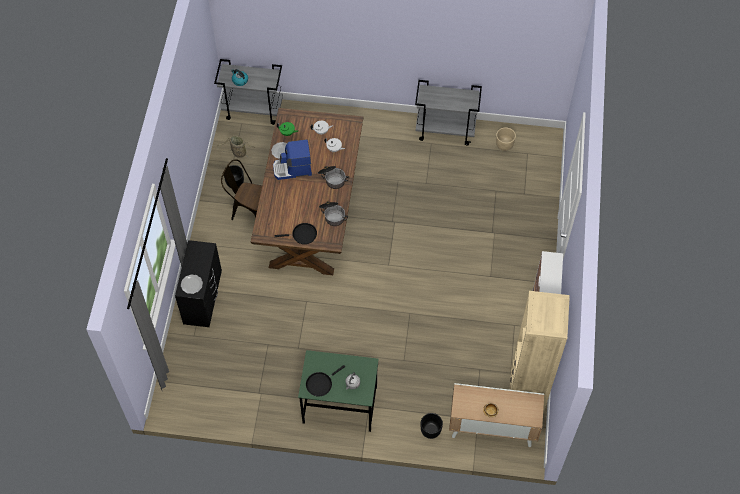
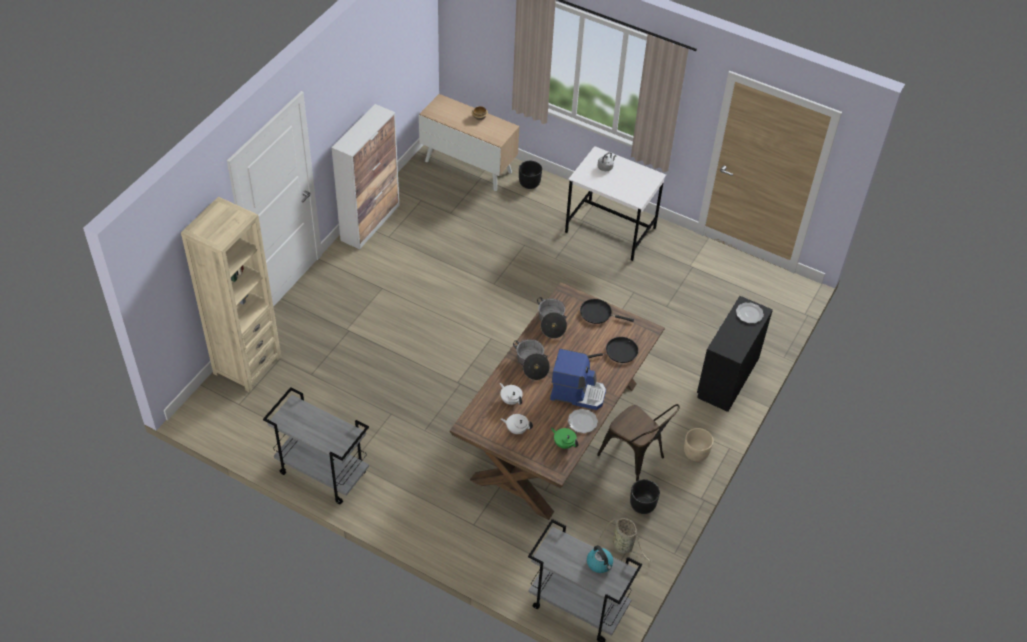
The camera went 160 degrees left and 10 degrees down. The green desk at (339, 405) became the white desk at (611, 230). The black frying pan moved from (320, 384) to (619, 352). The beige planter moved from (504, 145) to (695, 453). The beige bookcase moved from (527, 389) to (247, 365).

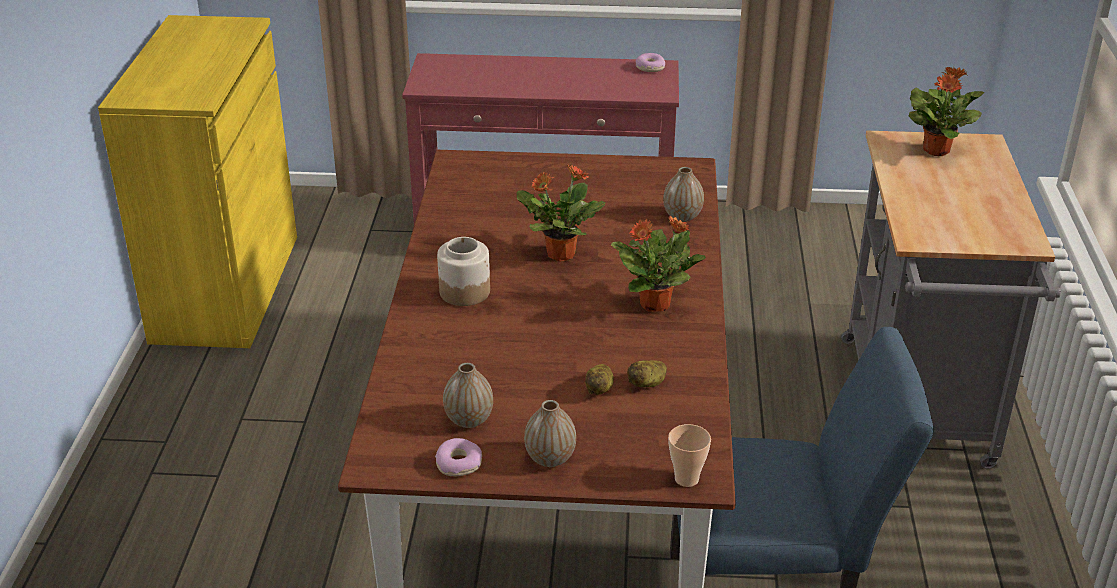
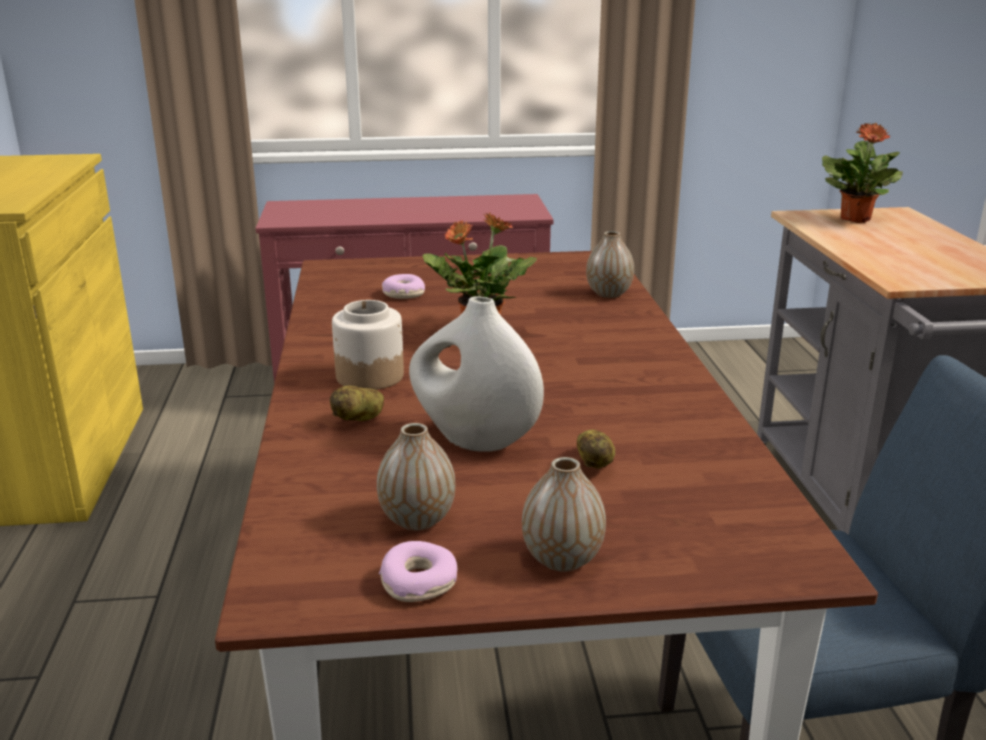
The camera went 10 degrees left and 10 degrees down. The potted plant at (656, 304) disappeared. The potato moved from (647, 384) to (360, 419). The donut moved from (649, 67) to (403, 294). The cup at (686, 479) disappeared. The white vase at (474, 440) appeared.

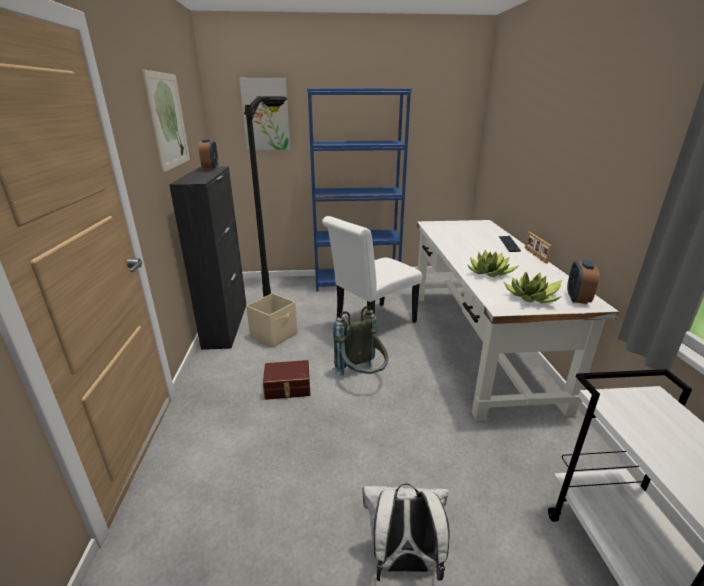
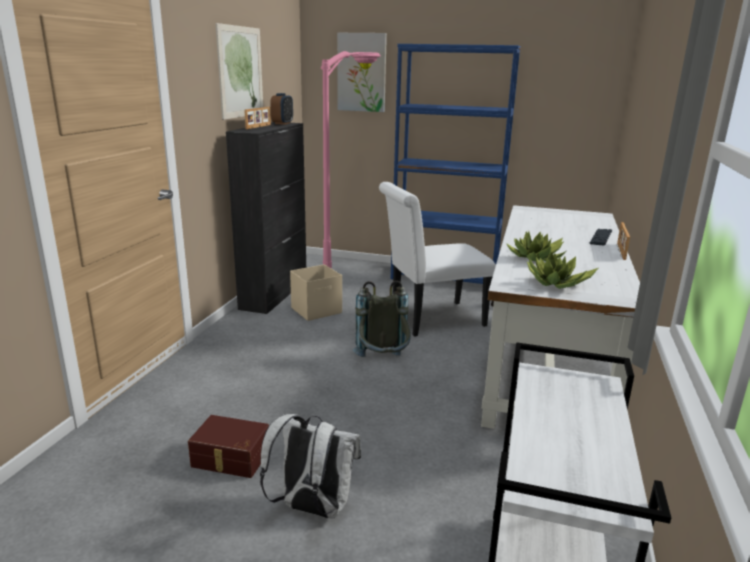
The camera went 20 degrees right and 5 degrees down. The black floor lamp at (282, 291) became the pink floor lamp at (353, 273). The brown storage box moved from (288, 388) to (230, 458). The alarm clock at (577, 298) disappeared. The picture frame at (259, 127) appeared.

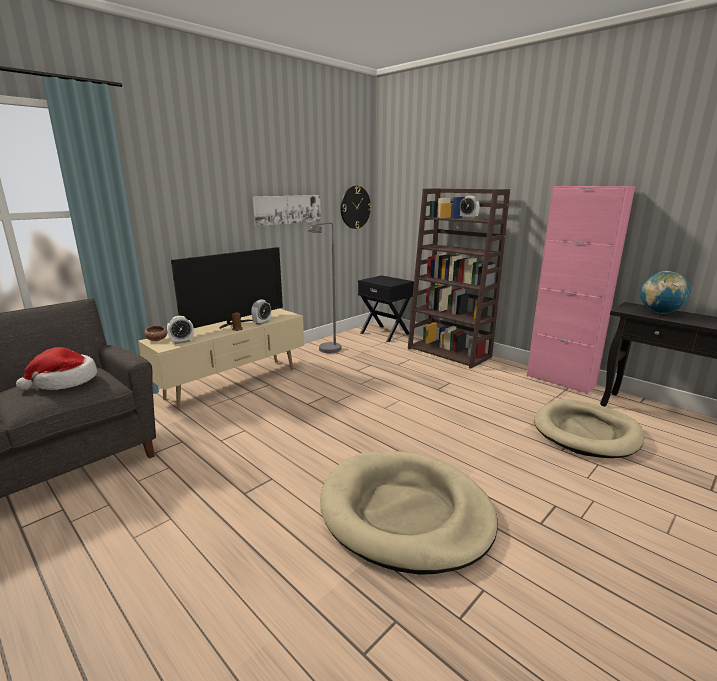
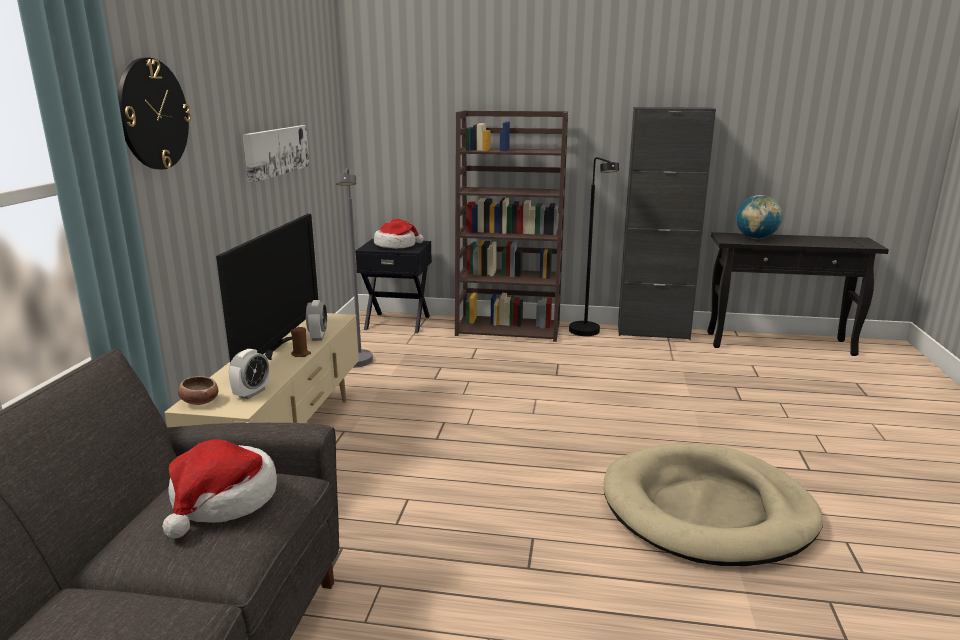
The camera went 35 degrees left and 0 degrees up. The wall clock moved from (355, 207) to (153, 114). The alarm clock at (468, 218) disappeared. The pink cabinet at (560, 380) became the black cabinet at (653, 332). The beige dog bed at (586, 432) disappeared. The hat at (396, 245) appeared. The black floor lamp at (588, 334) appeared.

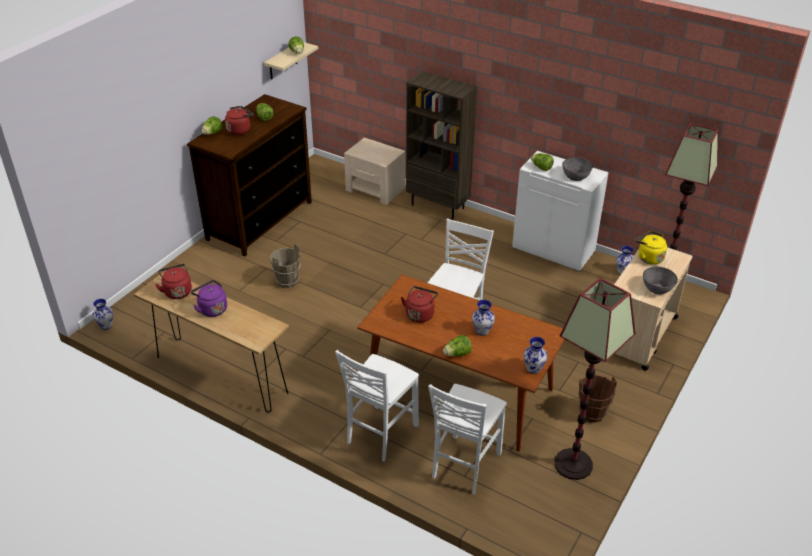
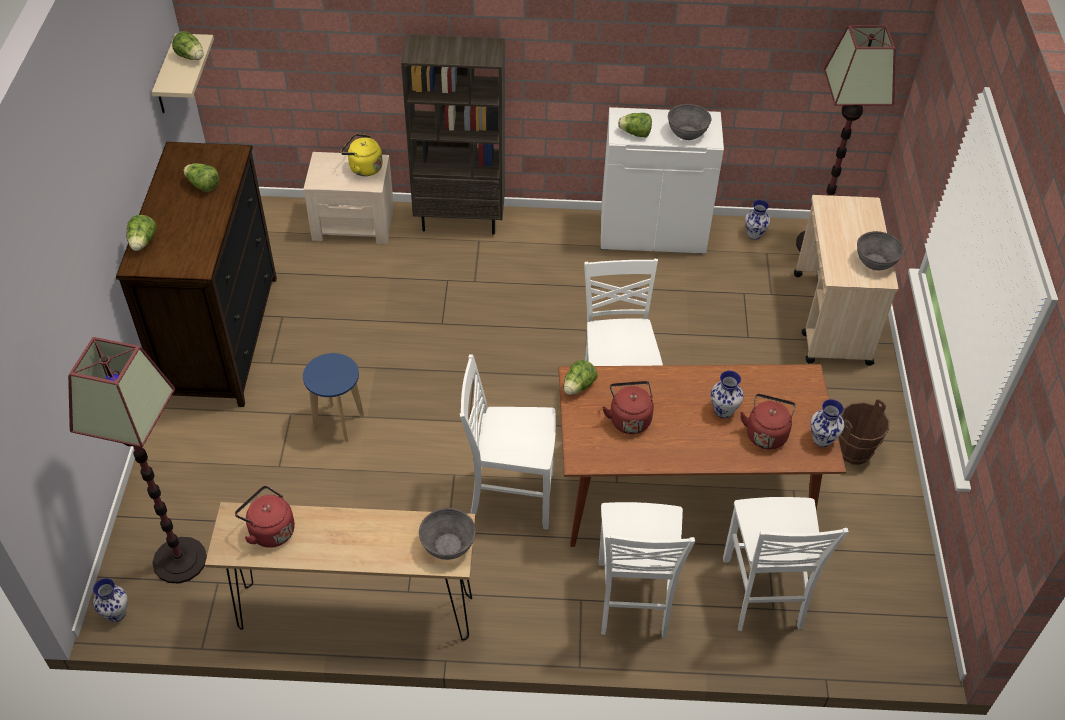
The camera went 30 degrees left and 10 degrees up. The purple kettle at (211, 309) disappeared. The red kettle moved from (240, 130) to (766, 433). The brown bucket at (287, 281) was replaced by the blue stool at (338, 422). The lettuce moved from (457, 354) to (578, 387). The floor lamp moved from (573, 464) to (180, 561). The yellow kettle moved from (648, 257) to (363, 168). The grey bowl at (448, 545) appeared. The white chair at (509, 496) appeared.

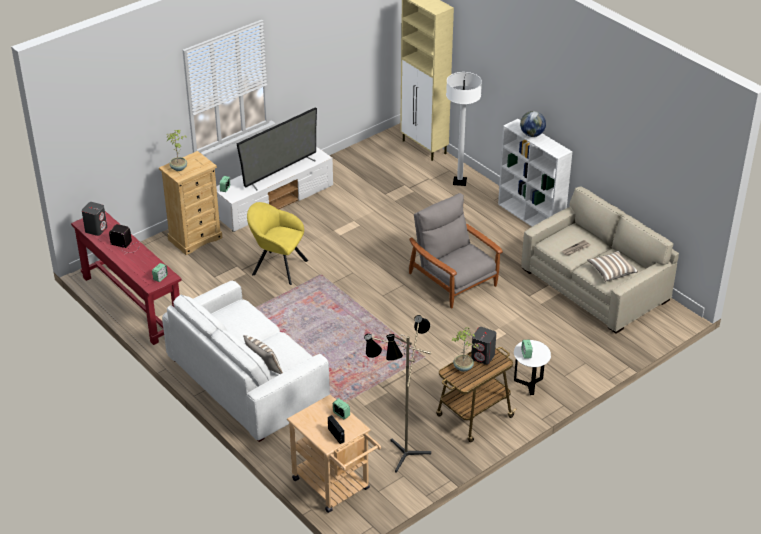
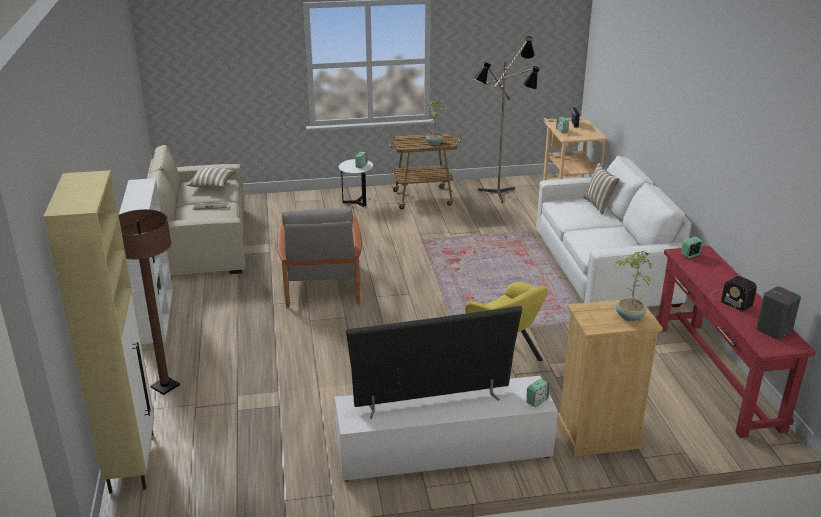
The camera went 150 degrees left and 10 degrees down. The white floor lamp at (459, 182) became the brown floor lamp at (165, 386). The grey speaker at (483, 357) disappeared. The globe at (532, 134) disappeared.

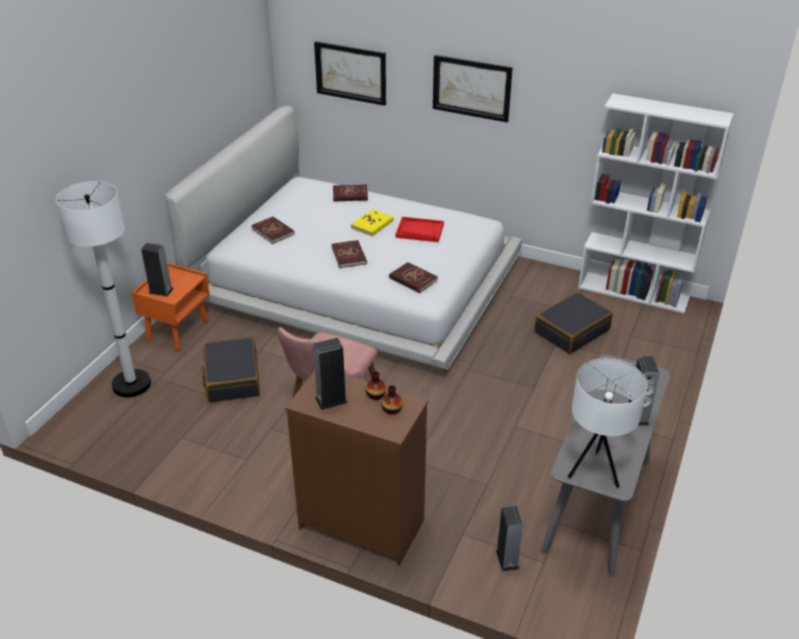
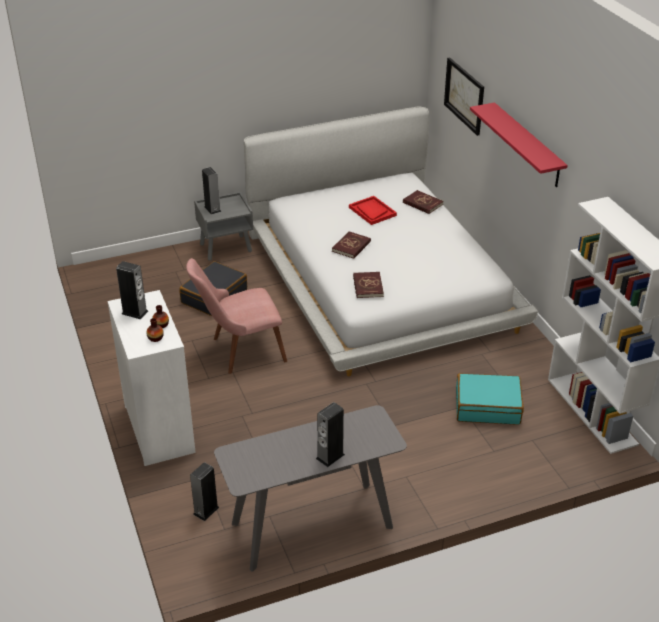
The camera went 45 degrees right and 0 degrees up. The white floor lamp at (131, 384) disappeared. The orange nightstand at (178, 330) became the grey nightstand at (226, 247). The red book at (273, 231) disappeared. The brown dresser at (362, 523) became the white dresser at (160, 429). The yellow book at (372, 224) disappeared. The red tray moved from (419, 231) to (372, 211). The picture at (471, 88) was replaced by the red shelf at (527, 145). The black suitcase at (571, 331) became the turquoise suitcase at (487, 406). The white table lamp at (595, 470) disappeared.

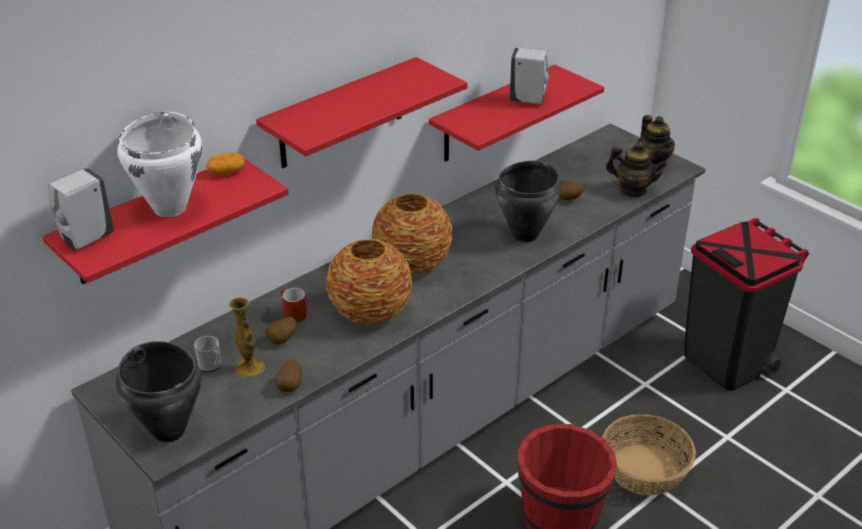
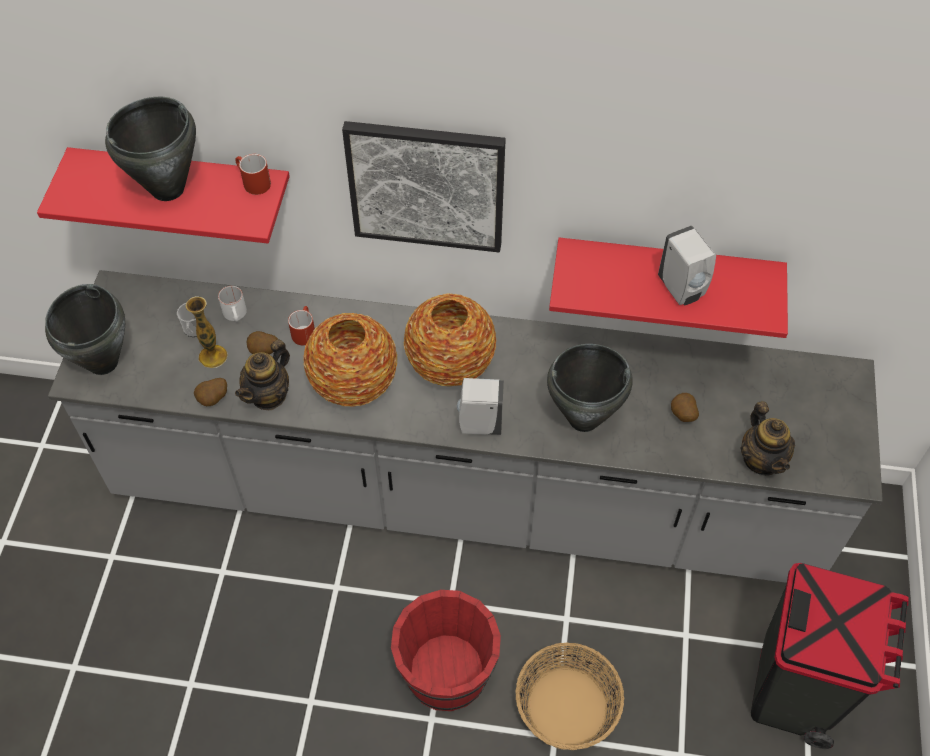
The camera went 50 degrees right and 20 degrees up. The white soap dispenser moved from (85, 239) to (479, 424). The white cooking pot at (171, 208) became the black cooking pot at (168, 189). The potato at (226, 172) was replaced by the red mug at (252, 183). The red shelf at (341, 114) was replaced by the picture at (426, 185). The teapot moved from (653, 163) to (269, 395). The white mug at (236, 315) appeared.

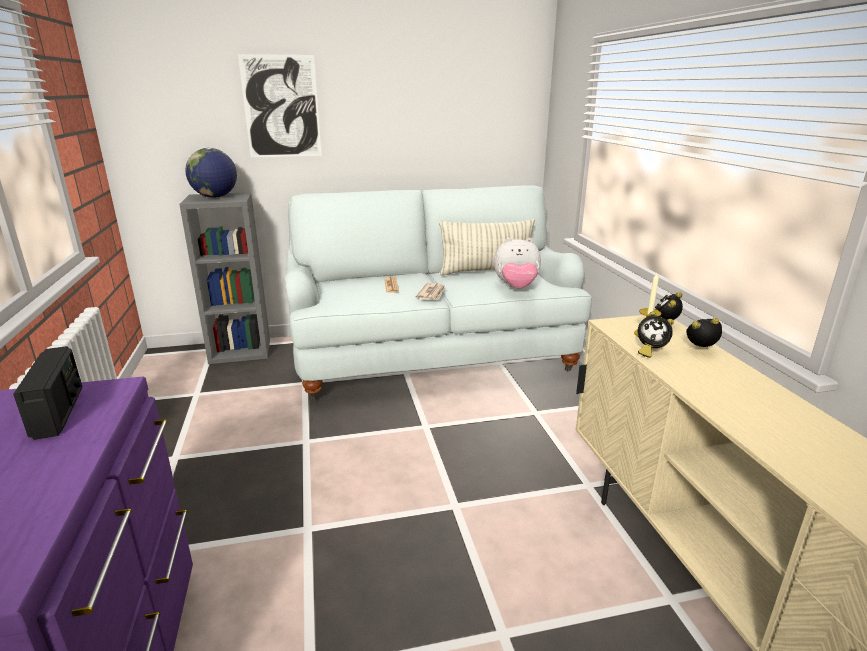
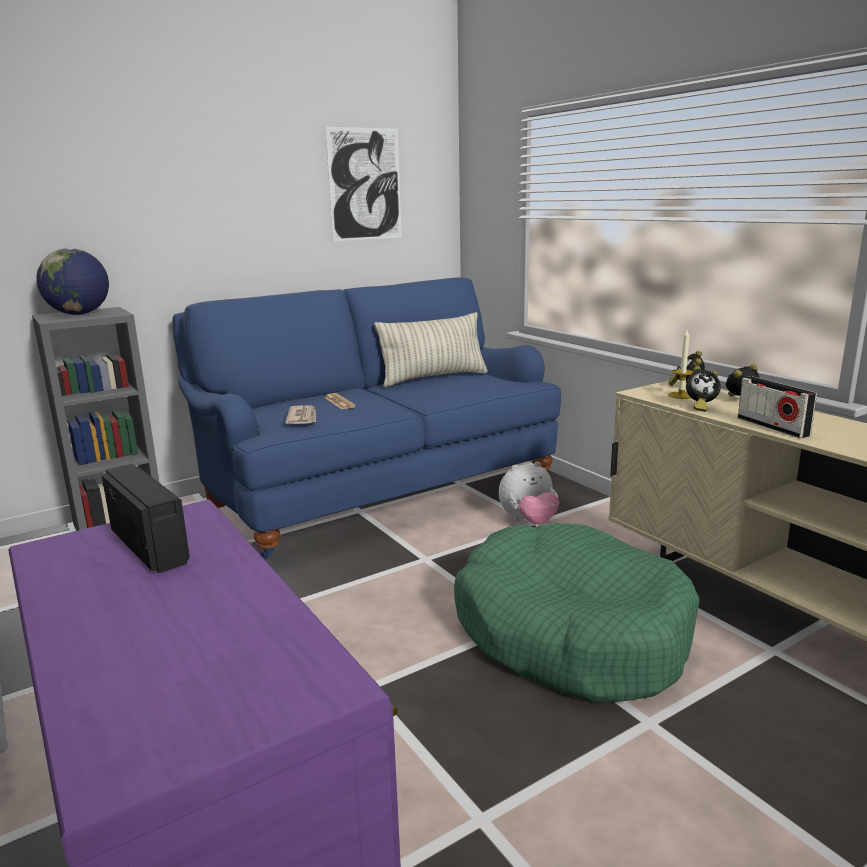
The camera went 20 degrees left and 5 degrees down. The picture moved from (281, 107) to (365, 184). The white sofa at (431, 355) became the blue sofa at (377, 489). The newspaper moved from (432, 293) to (302, 417). The plush toy moved from (516, 288) to (529, 521). The green dog bed at (570, 633) appeared. The radio at (772, 427) appeared.

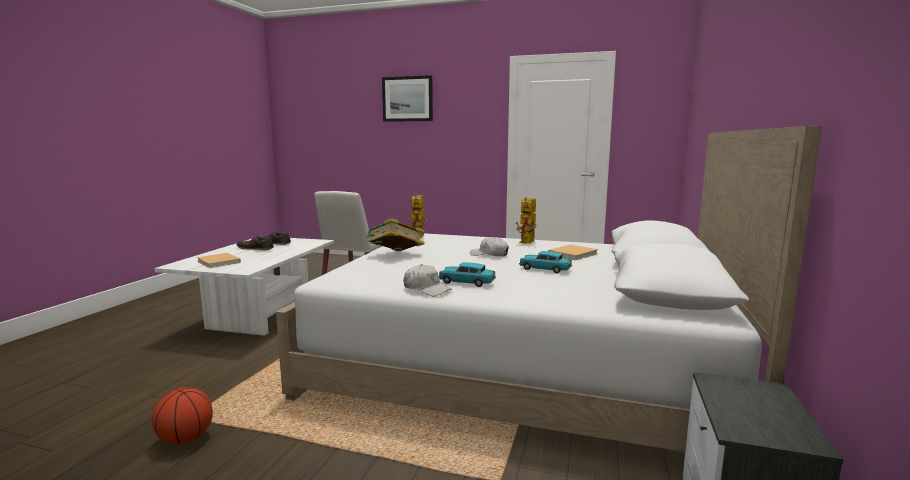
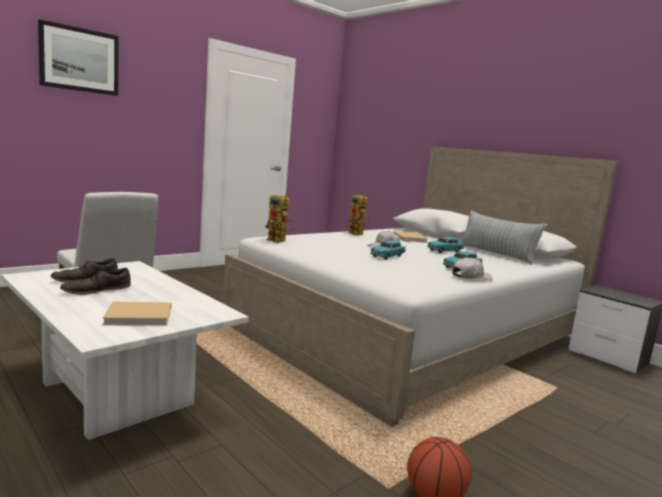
The camera went 60 degrees left and 0 degrees up. The book at (395, 255) disappeared. The turquoise toy car at (387, 256) appeared. The pillow at (496, 254) appeared.

